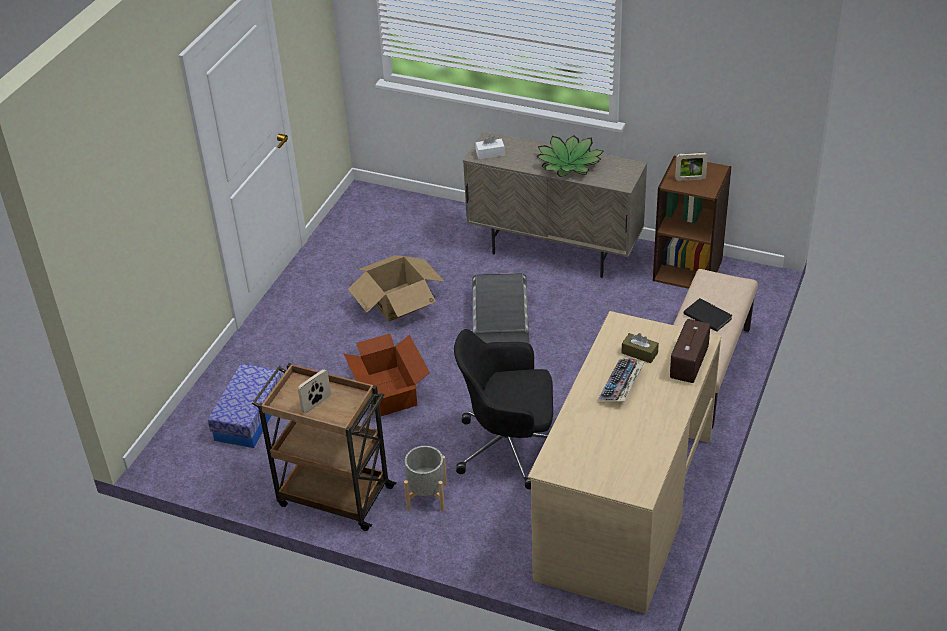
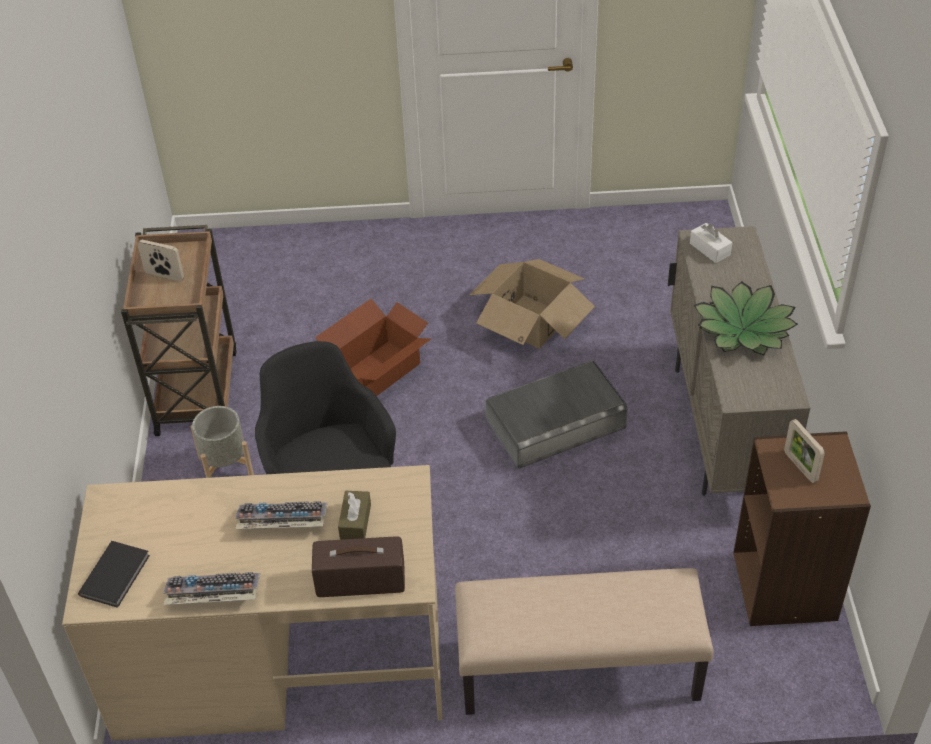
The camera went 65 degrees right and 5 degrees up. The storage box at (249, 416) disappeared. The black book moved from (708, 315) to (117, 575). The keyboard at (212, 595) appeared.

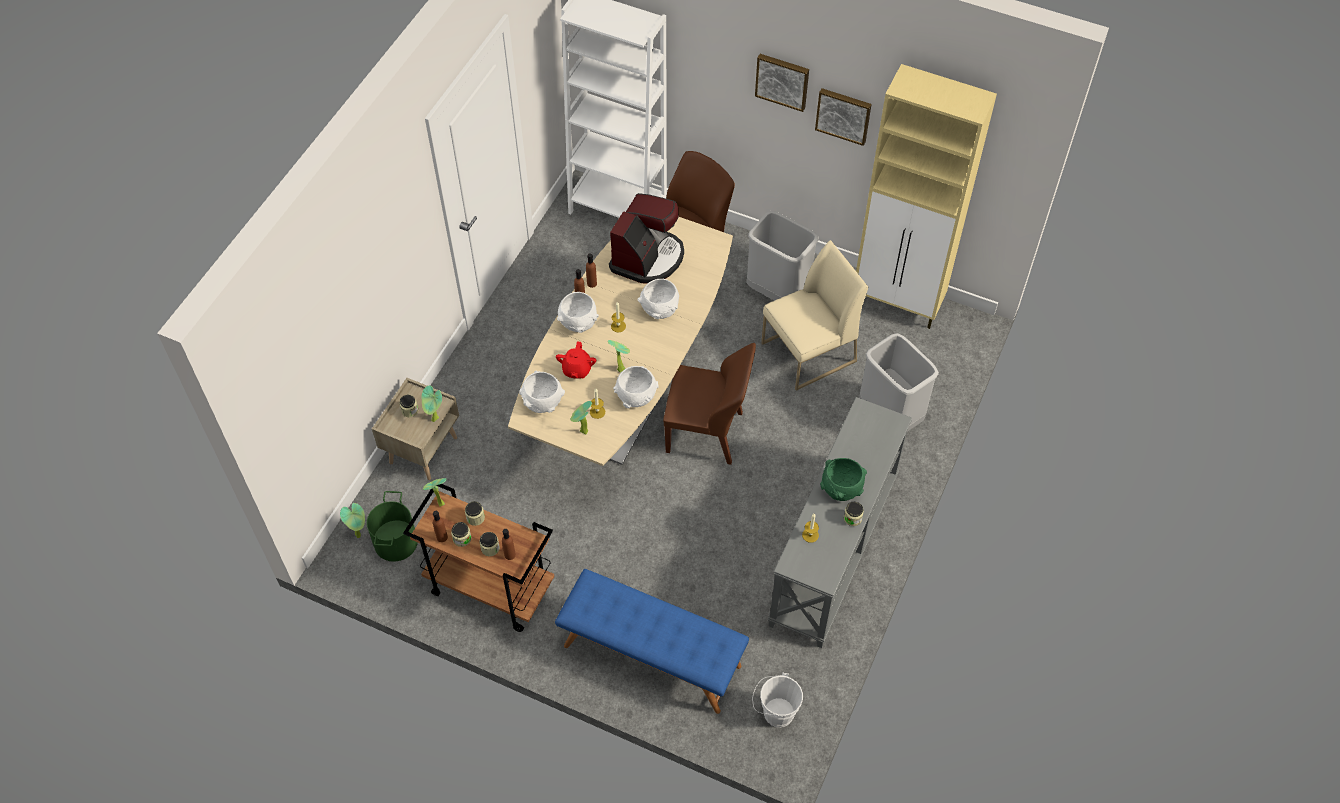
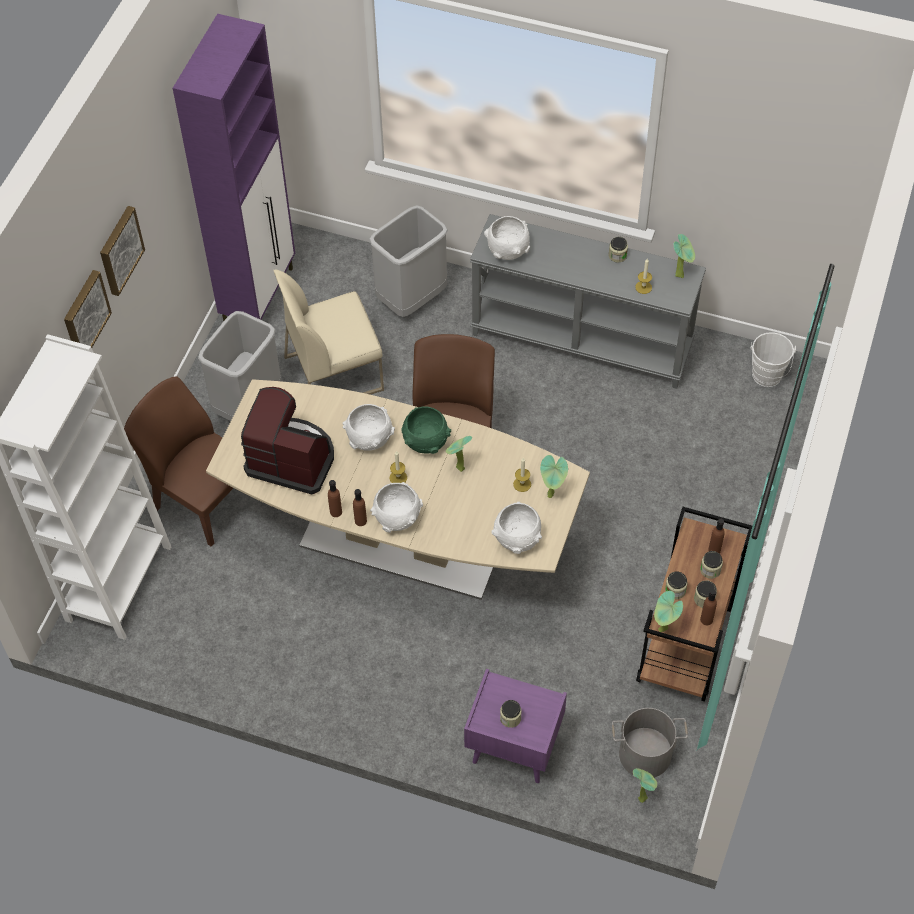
The camera went 95 degrees left and 0 degrees up. The green bucket at (396, 542) became the grey bucket at (645, 753). The beige nightstand at (423, 449) became the purple nightstand at (513, 748). The potted plant moved from (435, 420) to (681, 274). The blue bench at (651, 656) disappeared. The red teapot at (577, 370) disappeared. The white bowl moved from (636, 397) to (507, 251). The beige chair at (808, 353) turned 75 degrees counterclockwise. The picture moved from (843, 115) to (84, 314). The green bowl moved from (841, 489) to (426, 442). The beige cabinet at (898, 304) became the purple cabinet at (259, 295).

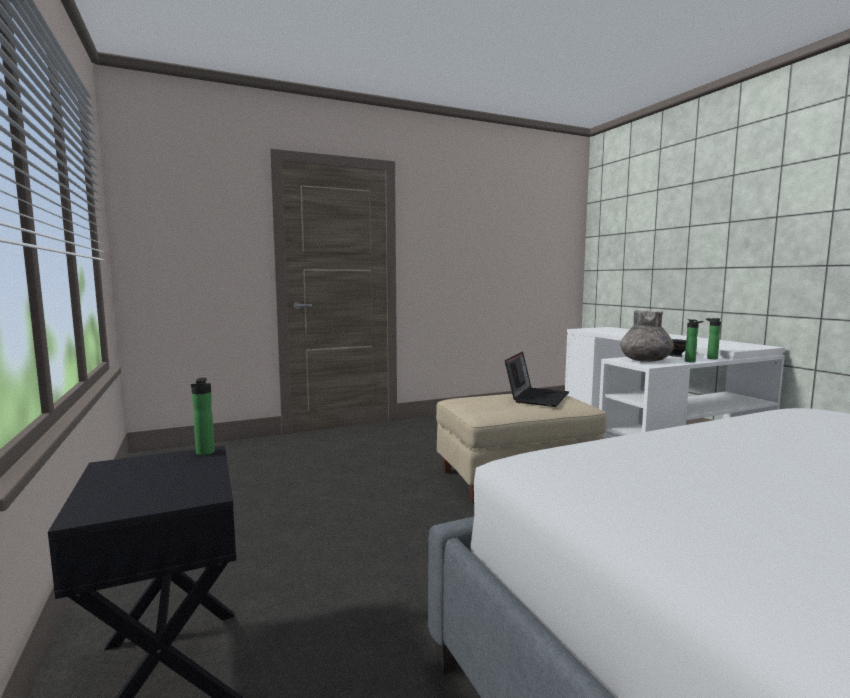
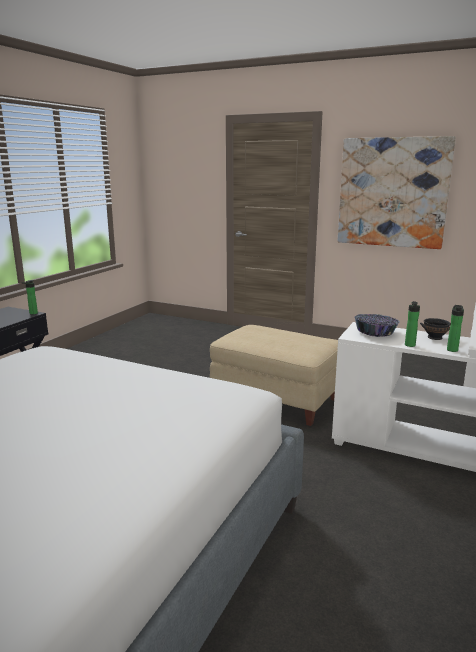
The camera went 50 degrees right and 10 degrees up. The laptop at (536, 397) disappeared. The grey vase at (645, 360) was replaced by the bowl at (375, 333). The picture at (392, 193) appeared.

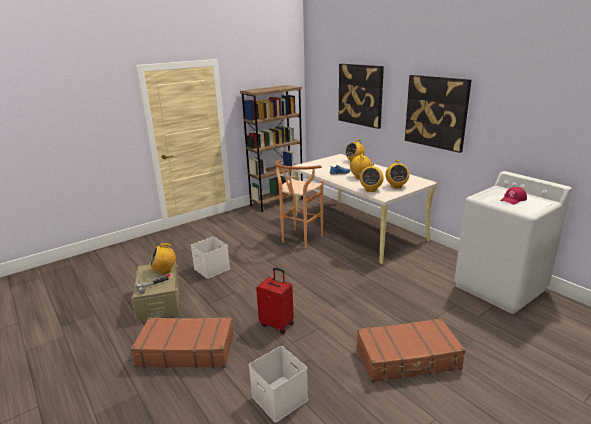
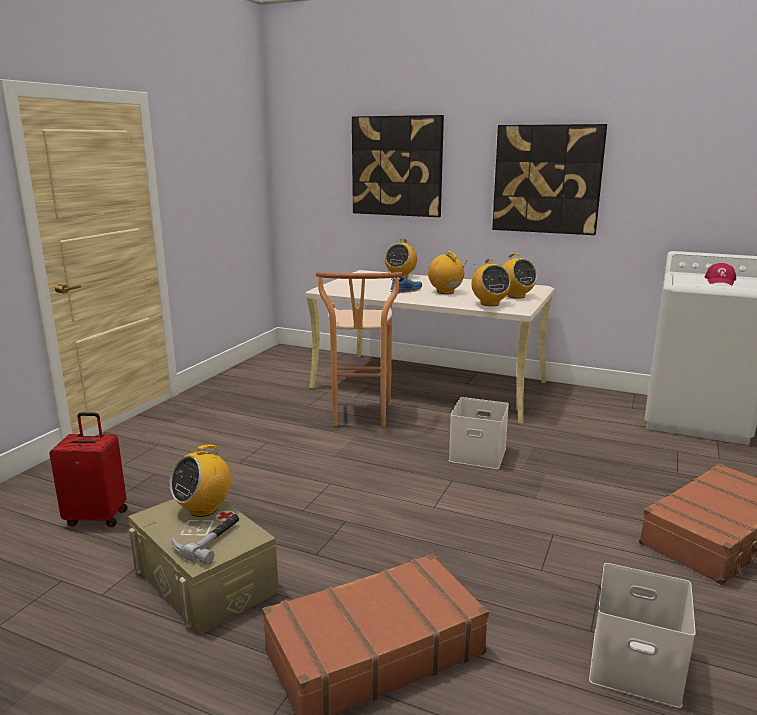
The camera went 30 degrees left and 5 degrees down. The white storage box moved from (212, 268) to (479, 454). The brown bookcase at (277, 202) disappeared. The red suitcase moved from (277, 324) to (97, 517).

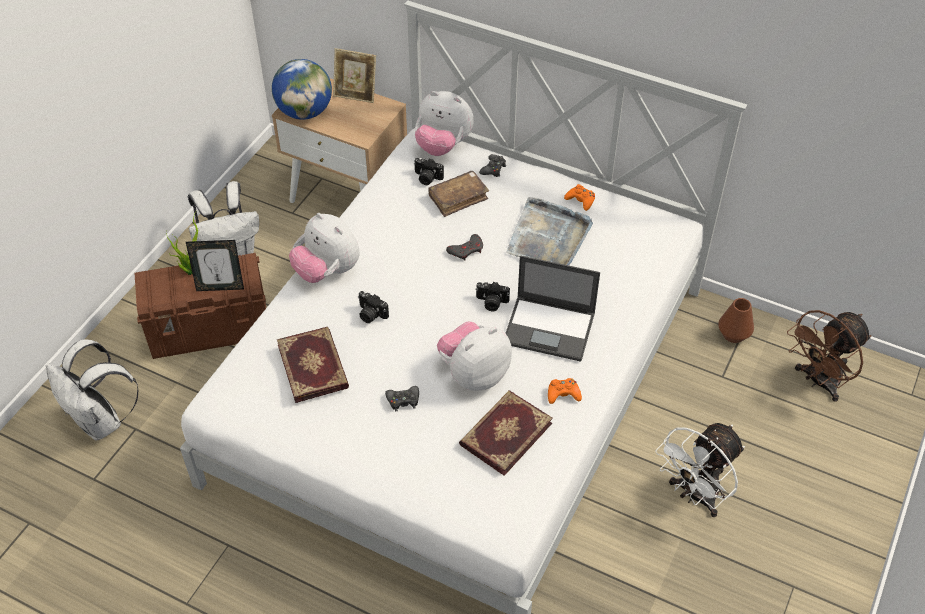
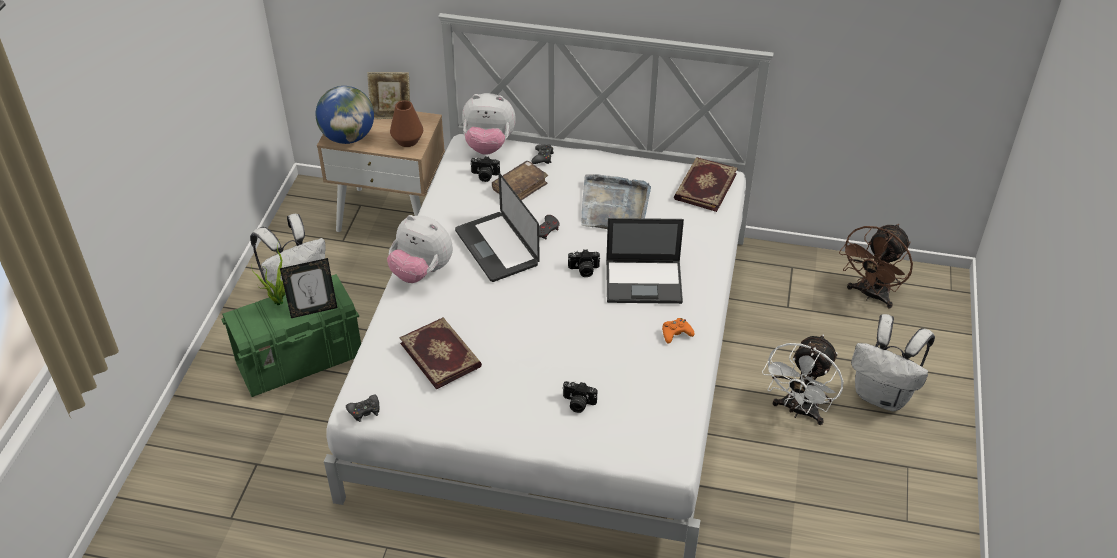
The camera went 15 degrees left and 5 degrees down. The white backpack moved from (101, 421) to (883, 395). The brown storage box at (211, 330) became the green storage box at (300, 360). The photo camera moved from (370, 314) to (578, 403). The black game controller moved from (403, 400) to (364, 411). The plush toy at (474, 373) disappeared. The book moved from (504, 433) to (704, 186). The orange game controller at (580, 200) disappeared. The brown vase moved from (733, 334) to (407, 140). The laptop at (496, 248) appeared.

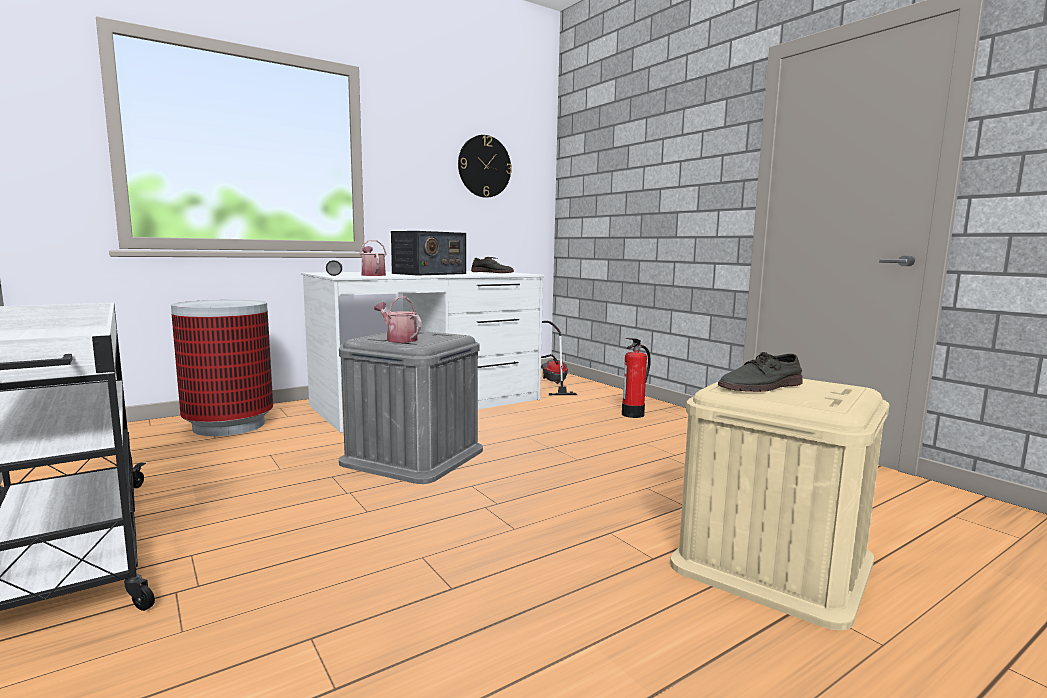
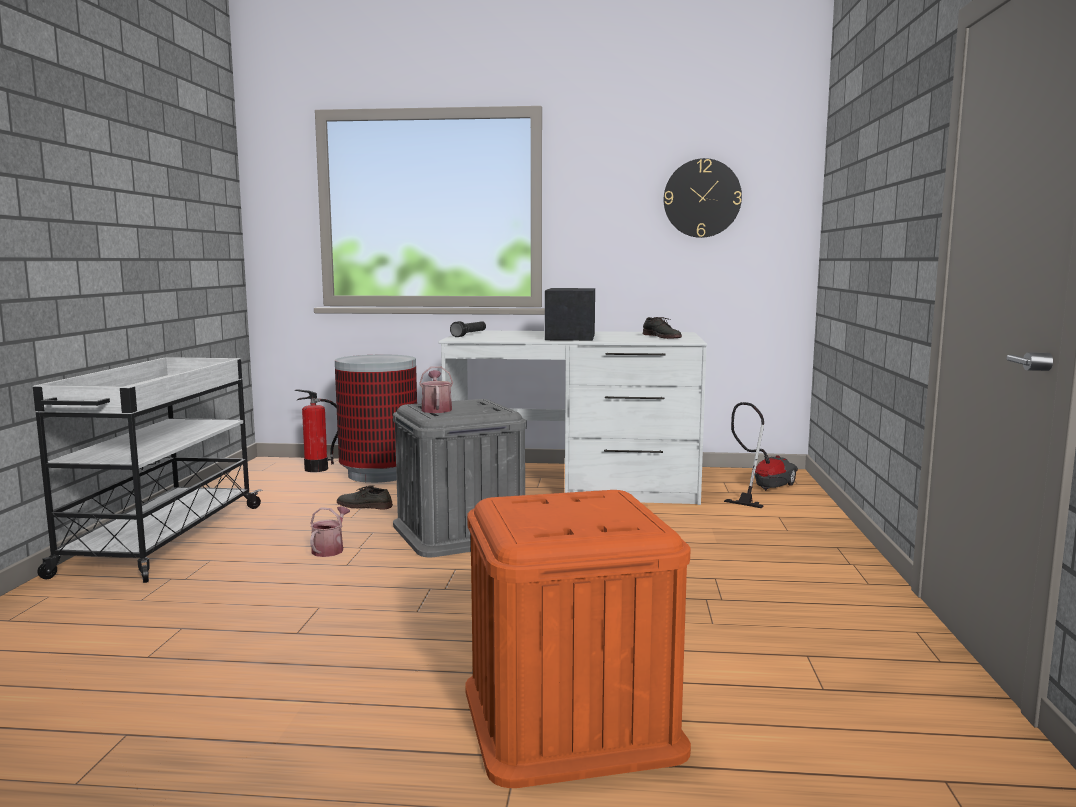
The camera went 40 degrees right and 0 degrees up. The watering can moved from (372, 275) to (330, 549). The radio at (429, 273) turned 105 degrees clockwise. The fire extinguisher moved from (633, 414) to (316, 469). The beige storage box at (772, 562) became the orange storage box at (570, 718). The grey shoe moved from (761, 386) to (364, 506).

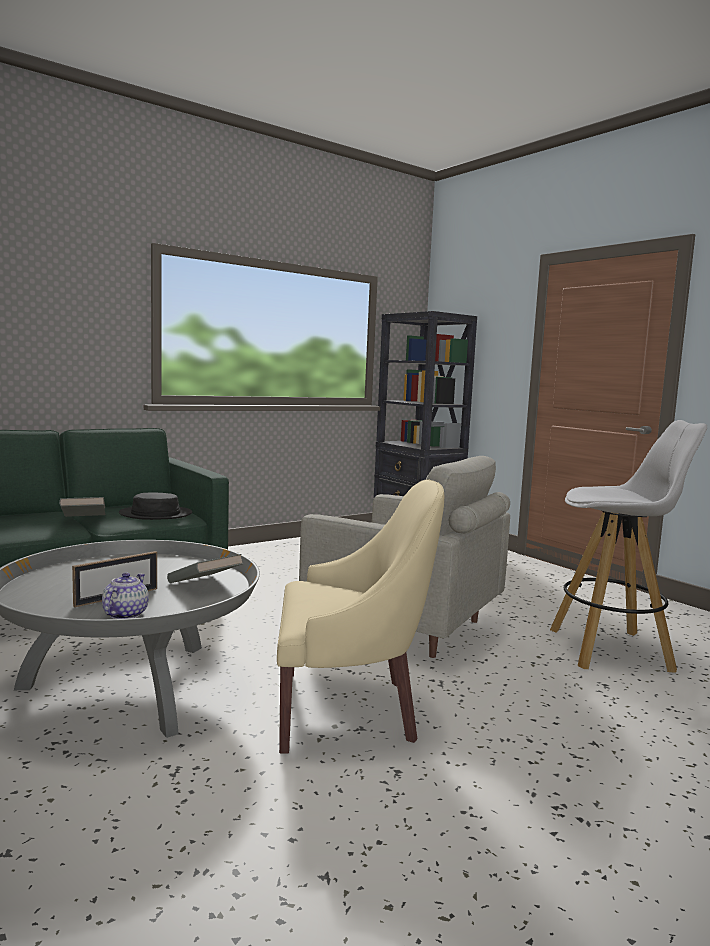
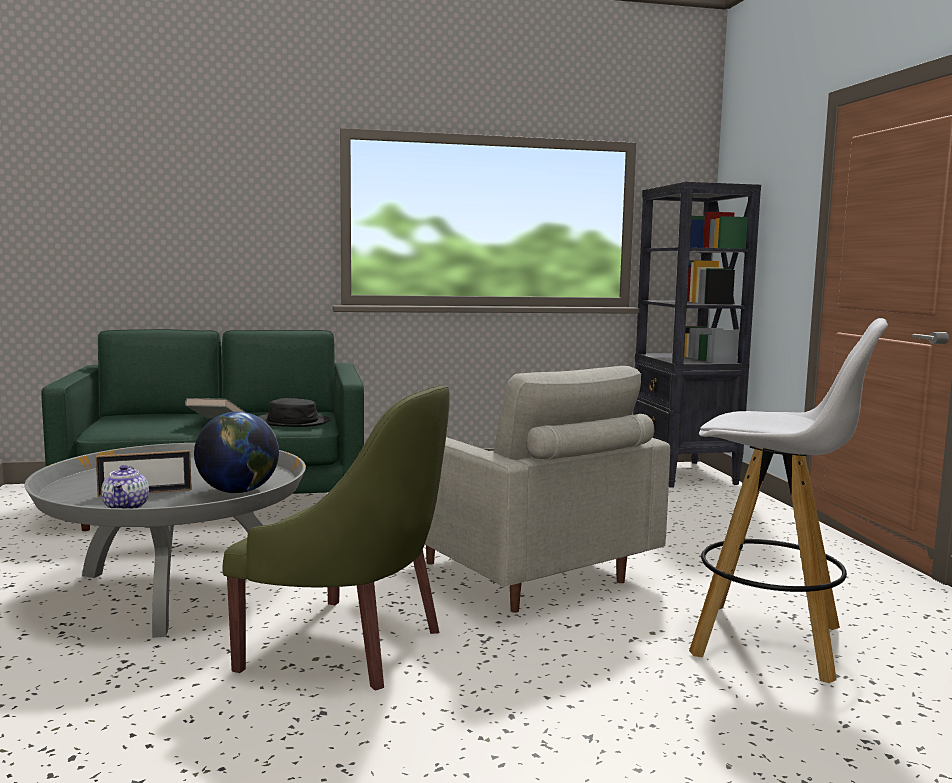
The camera went 25 degrees right and 0 degrees up. The teapot at (125, 614) turned 135 degrees clockwise. The grey book at (204, 585) was replaced by the globe at (238, 491). The beige armchair at (349, 709) became the green armchair at (350, 646).

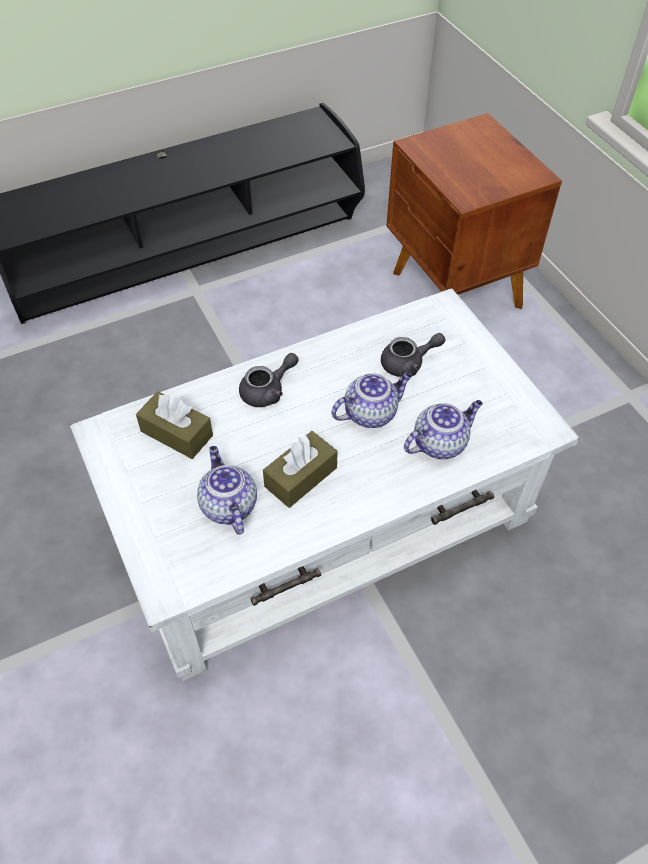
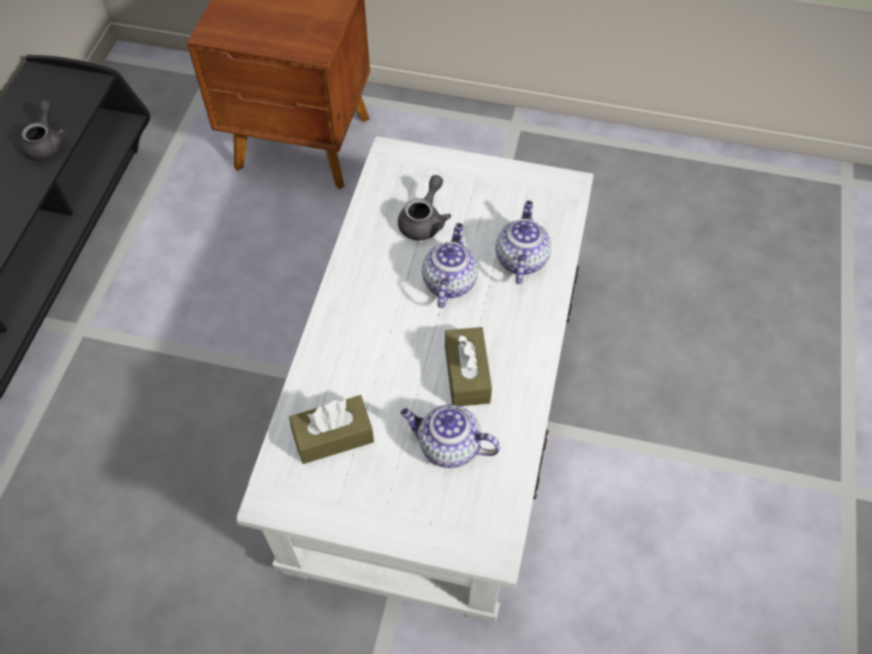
The camera went 50 degrees left and 5 degrees up. The grey teapot moved from (268, 391) to (47, 143).

